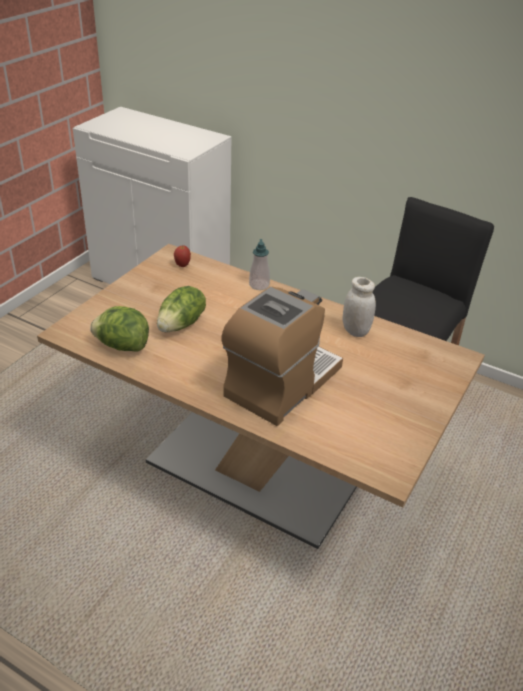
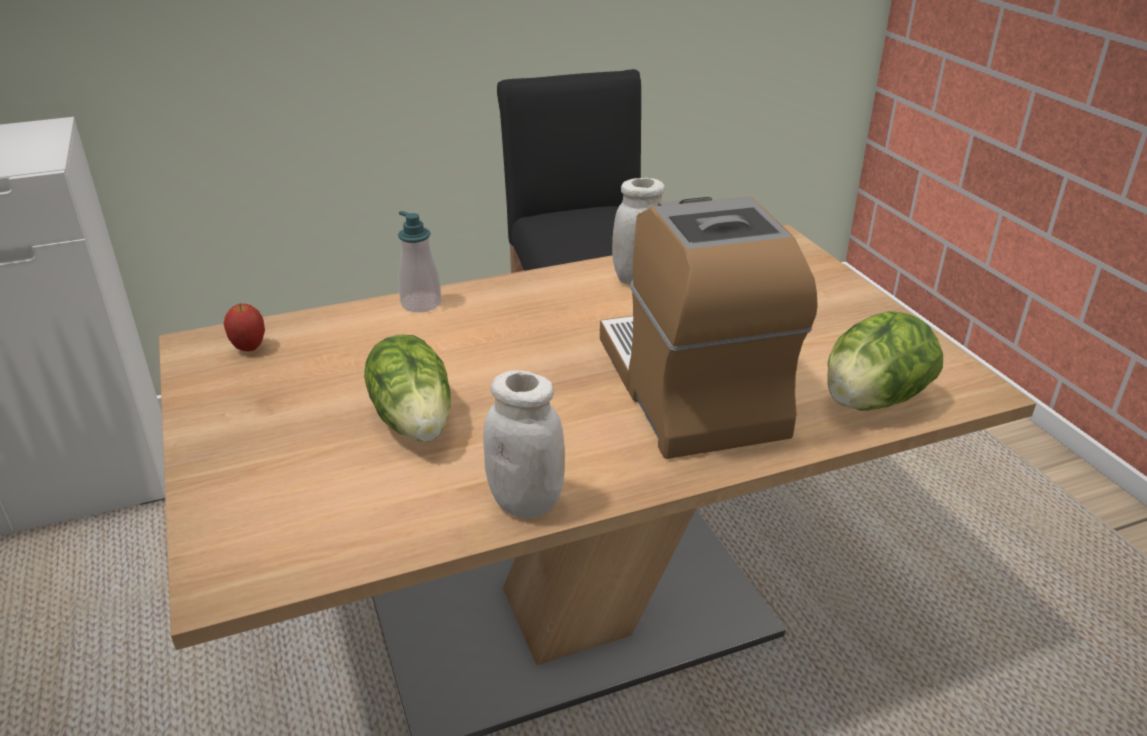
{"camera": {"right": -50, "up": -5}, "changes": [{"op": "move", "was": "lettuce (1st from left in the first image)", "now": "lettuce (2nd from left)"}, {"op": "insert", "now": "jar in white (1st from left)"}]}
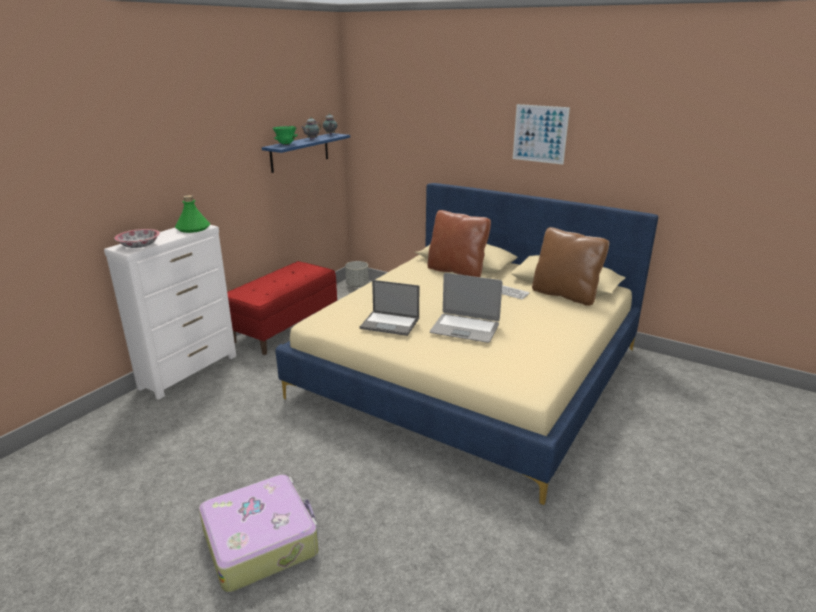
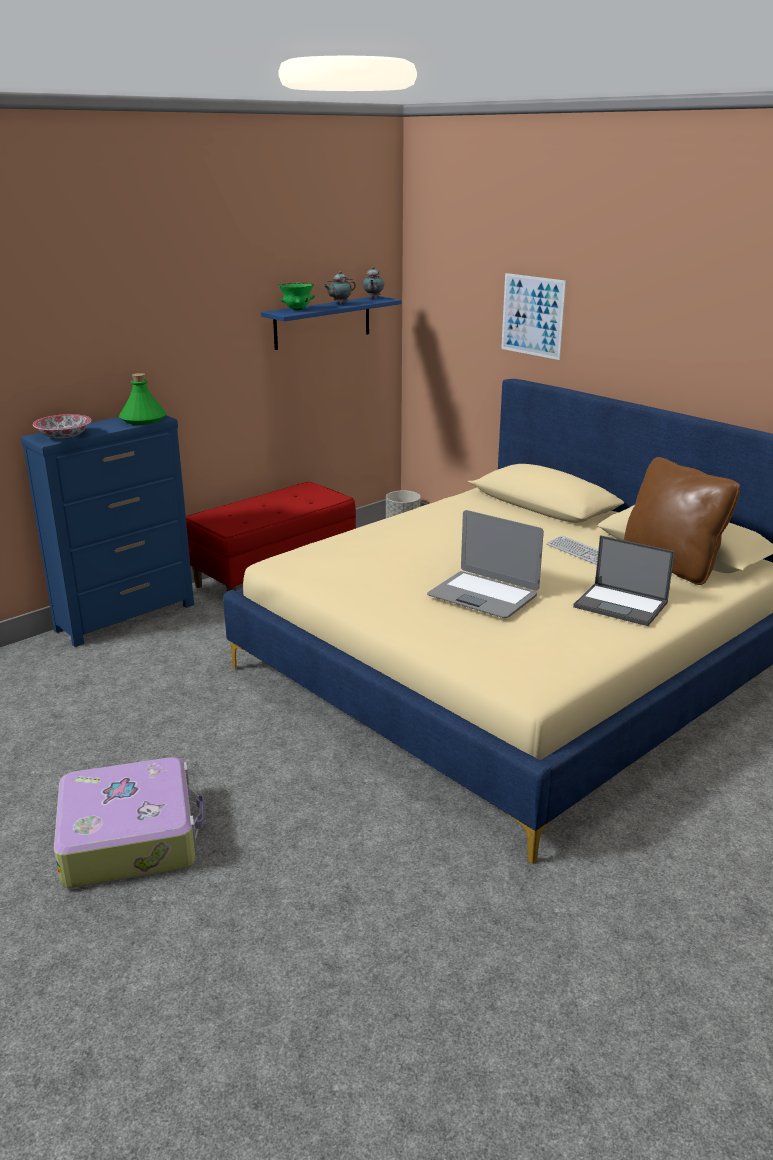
{"camera": {"right": 15, "up": 0}, "changes": [{"op": "recolor", "was": "dresser in white", "now": "dresser in blue"}, {"op": "move", "was": "laptop (1st from left in the first image)", "now": "laptop (2nd from left)"}, {"op": "delete", "was": "pillow in brown (1st from left)"}, {"op": "move", "was": "picture"}]}
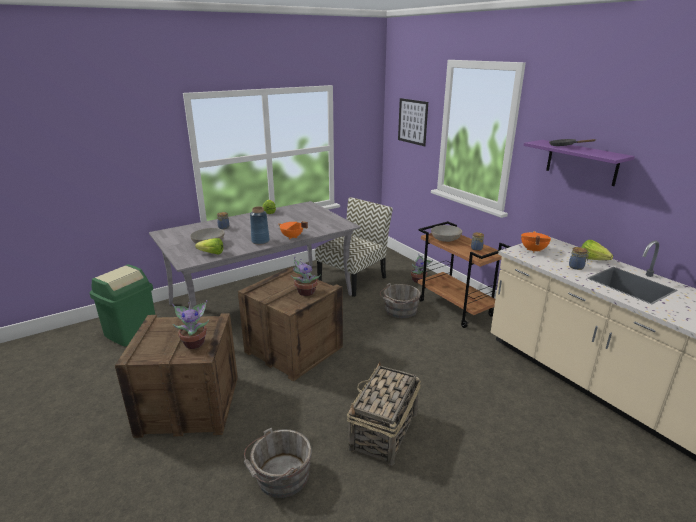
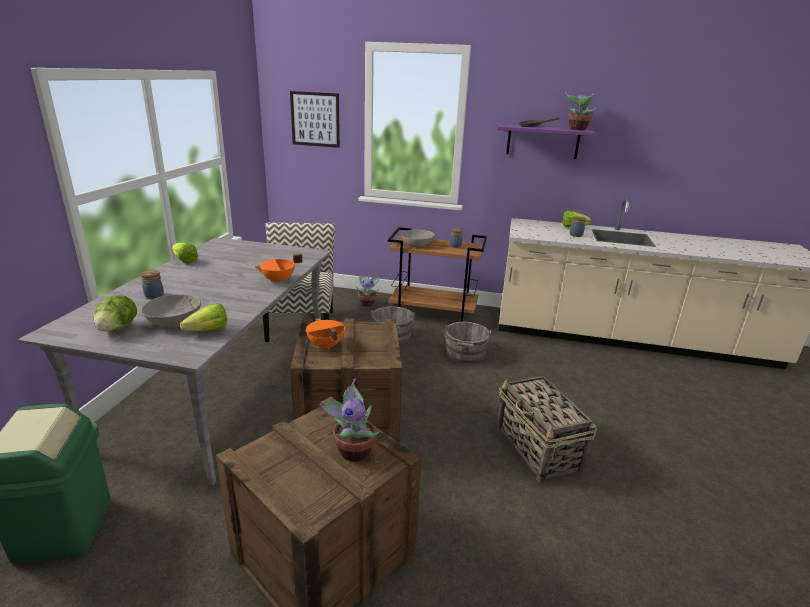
{"camera": {"right": -45, "up": 0}, "changes": [{"op": "move", "was": "bucket in grey (1st from left in the first image)", "now": "bucket in grey (2nd from left)"}, {"op": "delete", "was": "vase in blue"}, {"op": "move", "was": "potted plant (2nd from left in the first image)", "now": "potted plant (3rd from left)"}, {"op": "move", "was": "cooking pot in orange (2nd from left)"}, {"op": "insert", "now": "lettuce (1st from left)"}]}
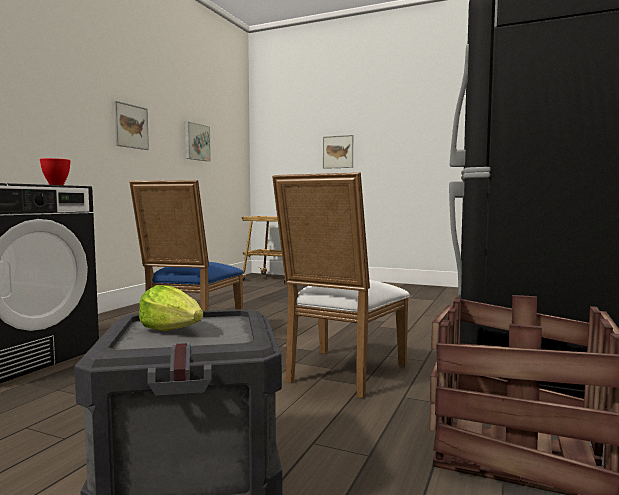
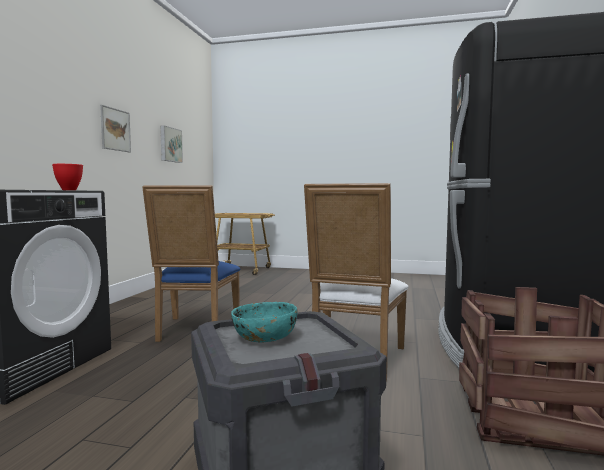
{"camera": {"right": -10, "up": 0}, "changes": [{"op": "replace", "was": "lettuce", "now": "bowl in turquoise"}, {"op": "delete", "was": "picture (3rd from left)"}]}
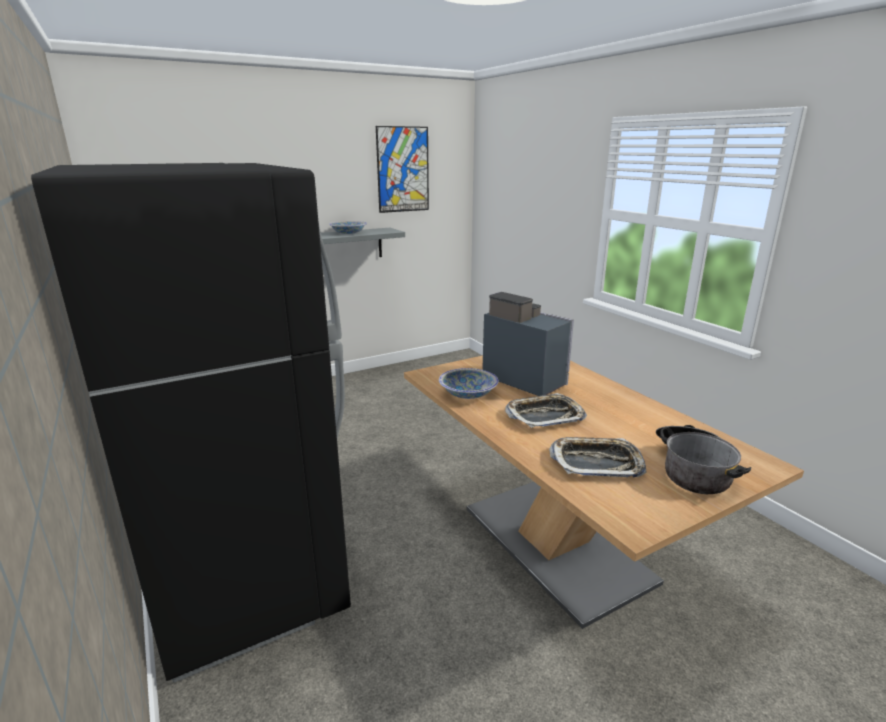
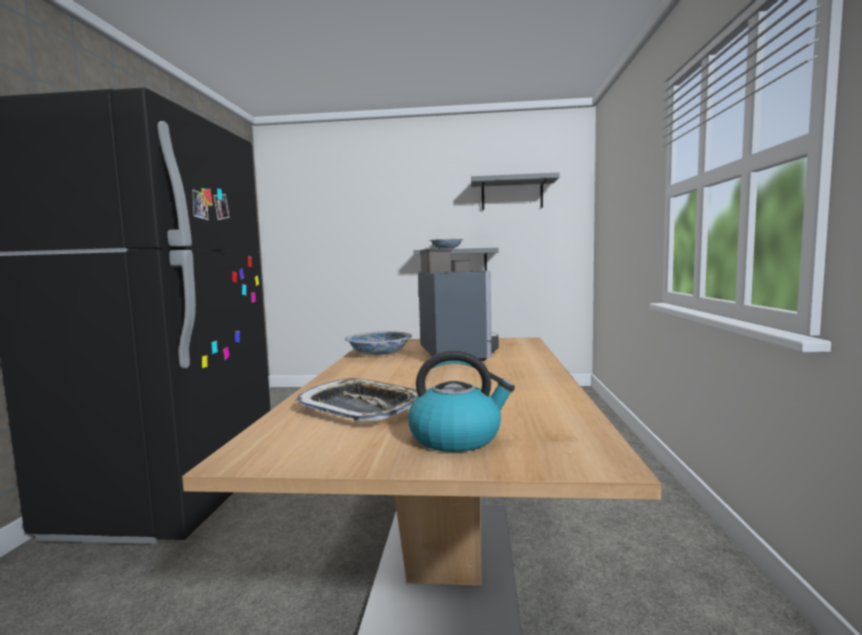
{"camera": {"right": 35, "up": -15}, "changes": [{"op": "replace", "was": "picture", "now": "shelf in grey (2nd from left)"}, {"op": "delete", "was": "tray (1st from left)"}, {"op": "replace", "was": "cooking pot", "now": "kettle"}]}
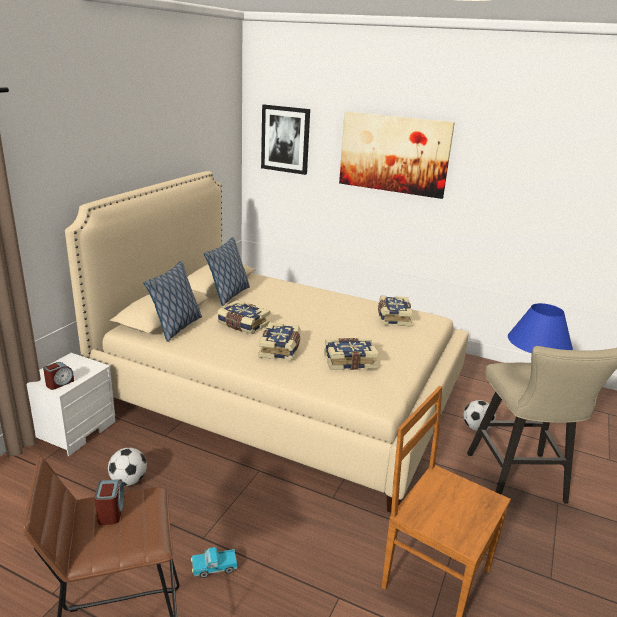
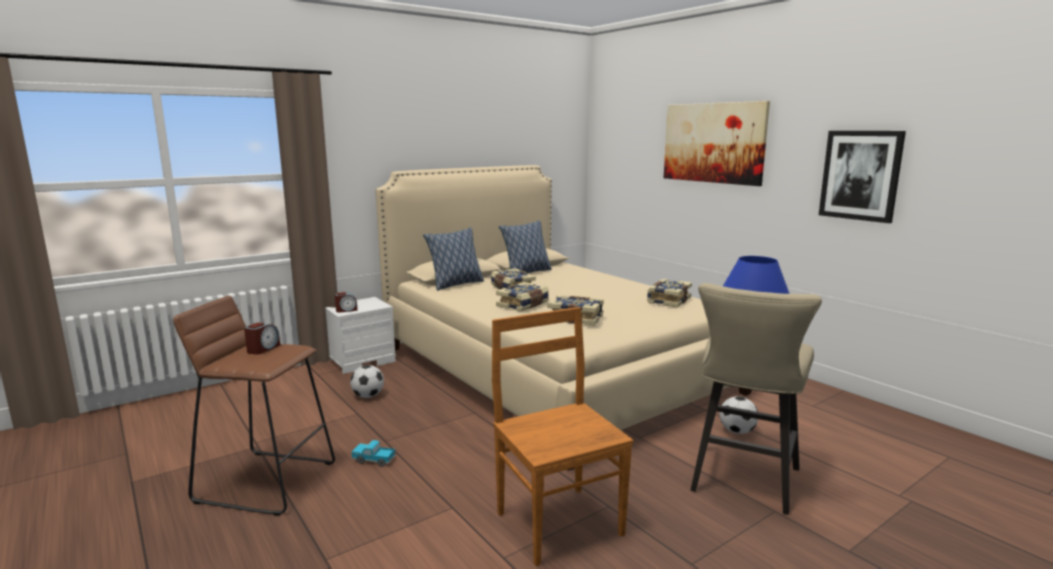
{"camera": {"right": 30, "up": -10}, "changes": [{"op": "move", "was": "picture (1st from left in the first image)", "now": "picture (2nd from left)"}]}
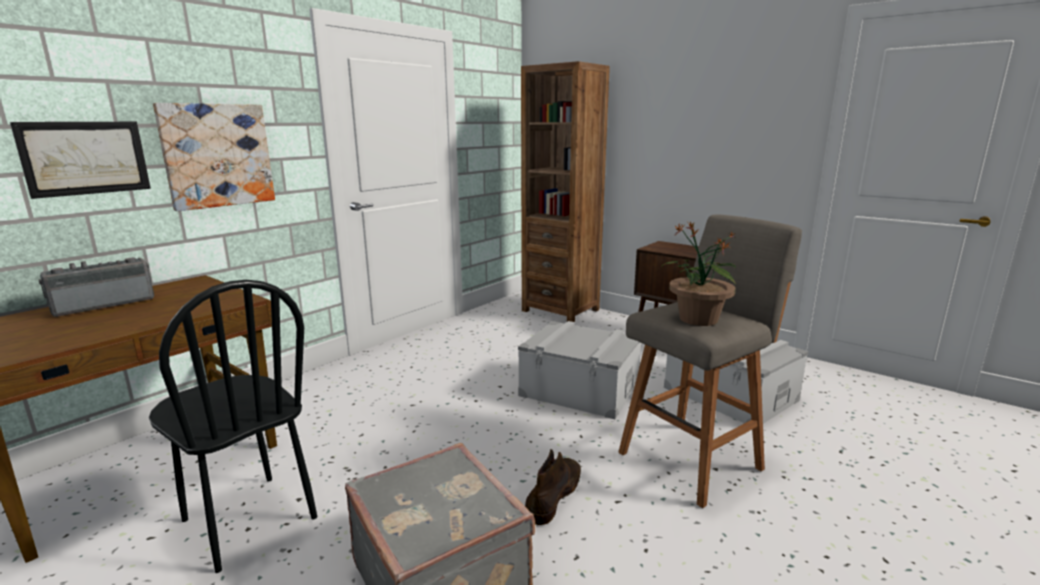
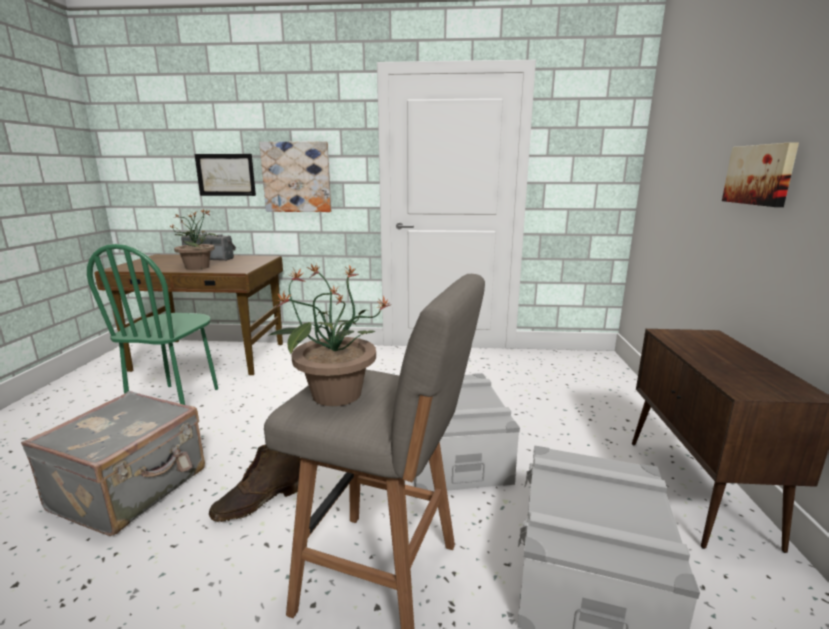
{"camera": {"right": 55, "up": 0}, "changes": [{"op": "recolor", "was": "chair in black", "now": "chair in green"}, {"op": "delete", "was": "bookcase in brown"}, {"op": "rotate", "was": "boot in brown", "clockwise": 150}, {"op": "insert", "now": "potted plant (1st from left)"}, {"op": "insert", "now": "picture (3rd from left)"}]}
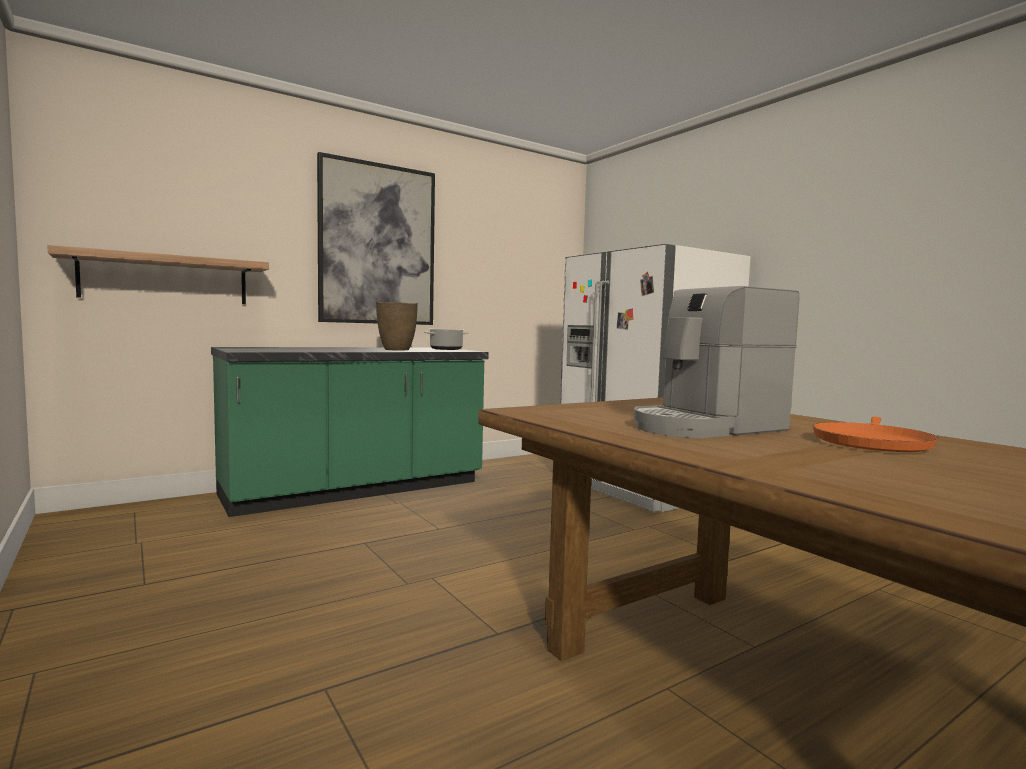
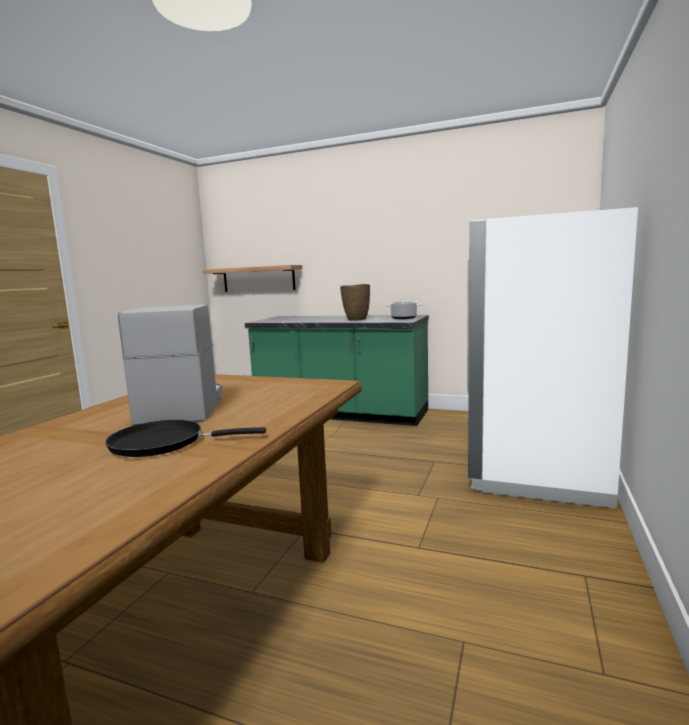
{"camera": {"right": 55, "up": 5}, "changes": [{"op": "delete", "was": "picture"}, {"op": "rotate", "was": "coffee machine", "clockwise": 60}, {"op": "recolor", "was": "frying pan in orange", "now": "frying pan in black"}]}
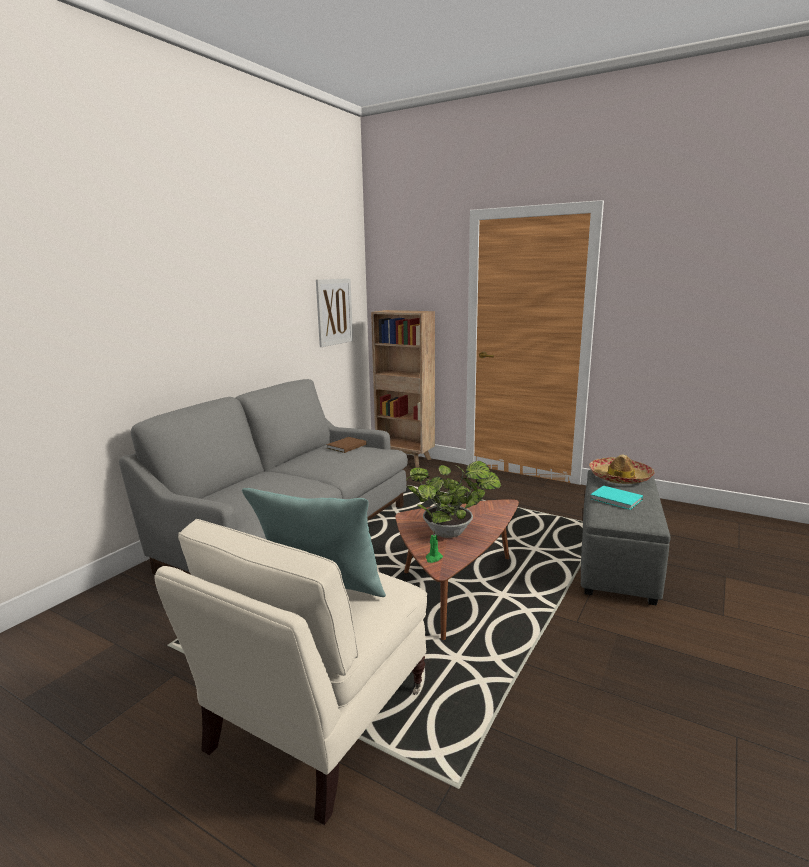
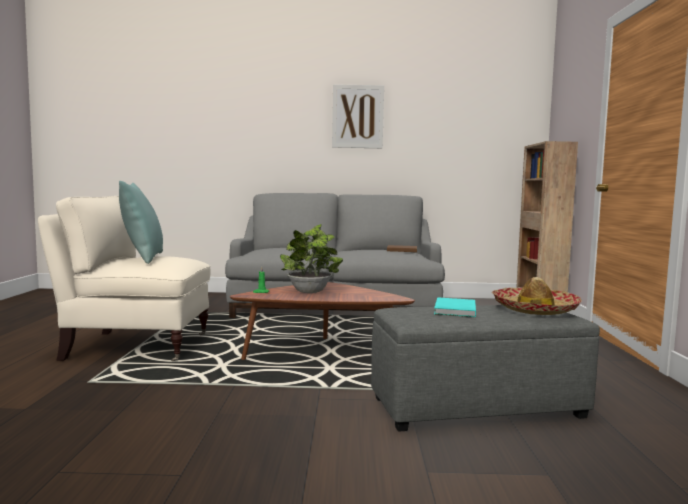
{"camera": {"right": 60, "up": -10}, "changes": [{"op": "move", "was": "picture"}]}
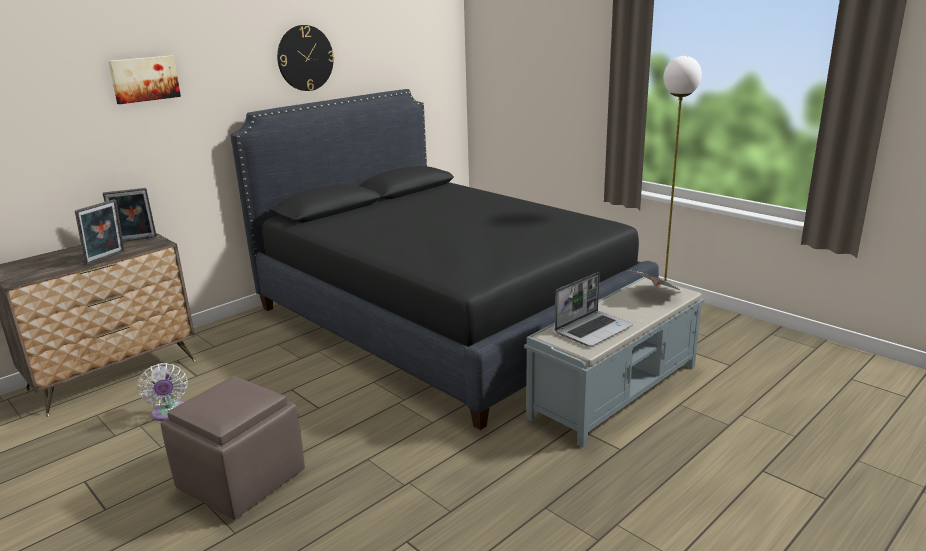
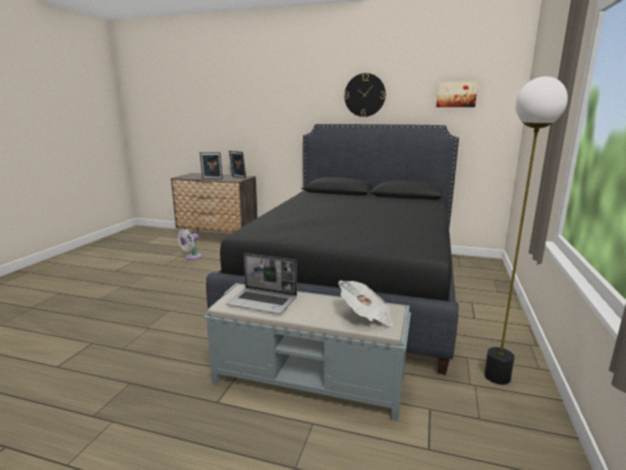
{"camera": {"right": 60, "up": -5}, "changes": [{"op": "move", "was": "picture"}, {"op": "delete", "was": "ottoman in brown"}]}
